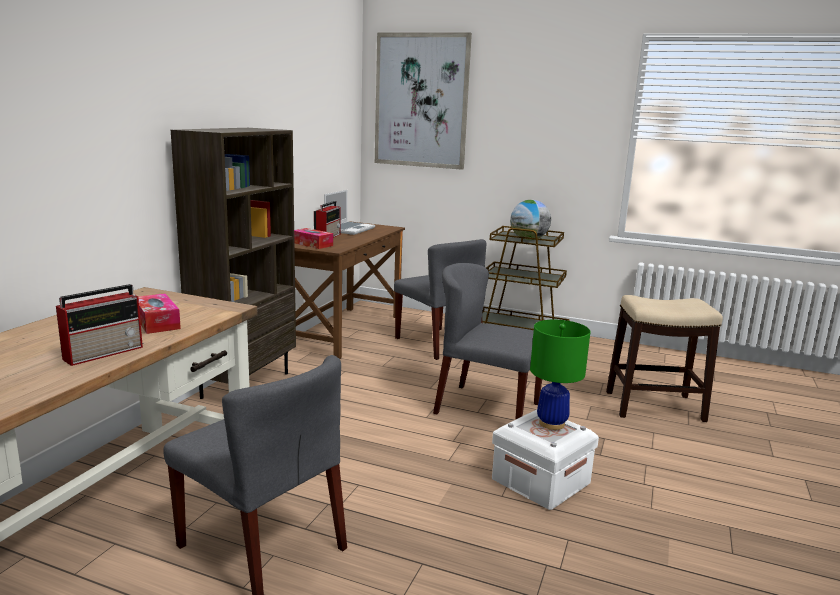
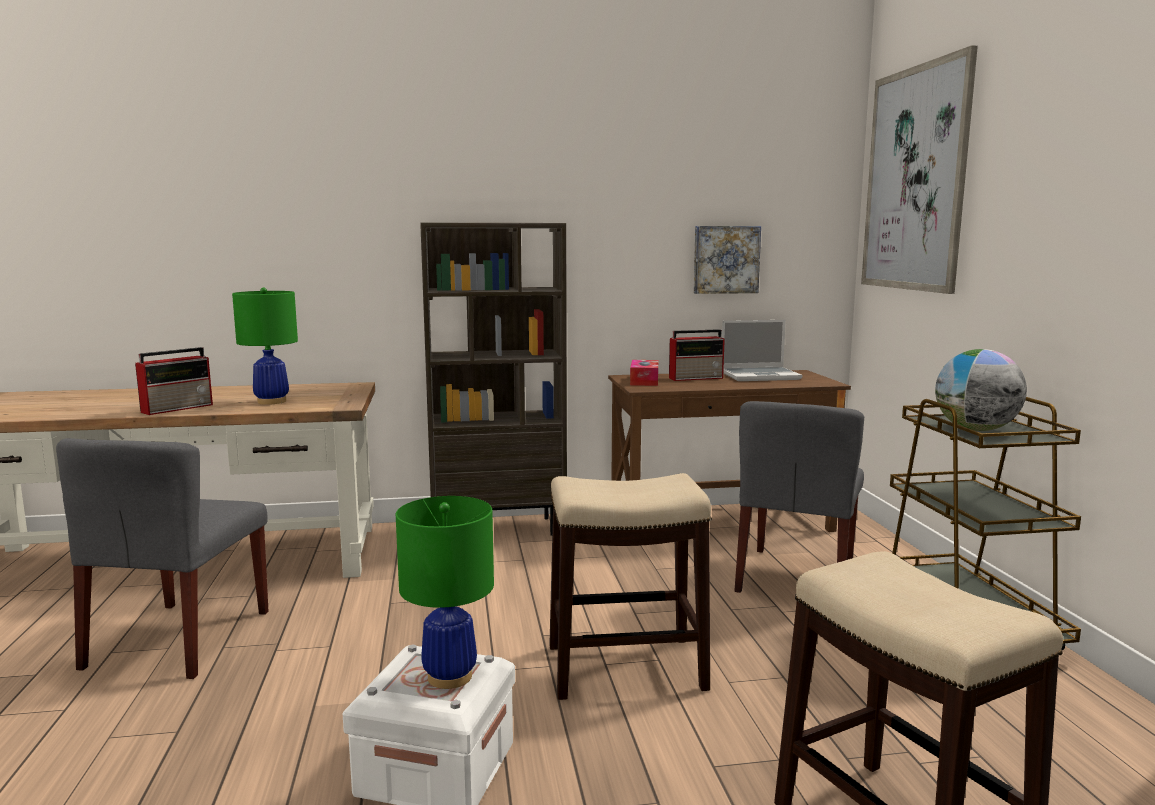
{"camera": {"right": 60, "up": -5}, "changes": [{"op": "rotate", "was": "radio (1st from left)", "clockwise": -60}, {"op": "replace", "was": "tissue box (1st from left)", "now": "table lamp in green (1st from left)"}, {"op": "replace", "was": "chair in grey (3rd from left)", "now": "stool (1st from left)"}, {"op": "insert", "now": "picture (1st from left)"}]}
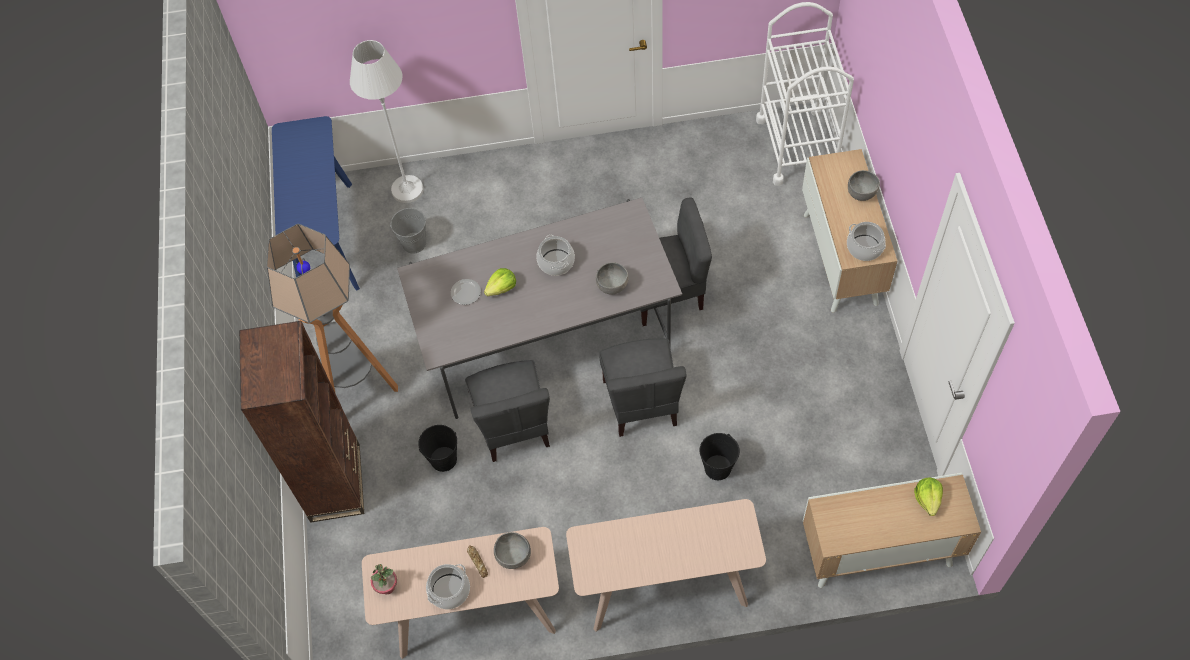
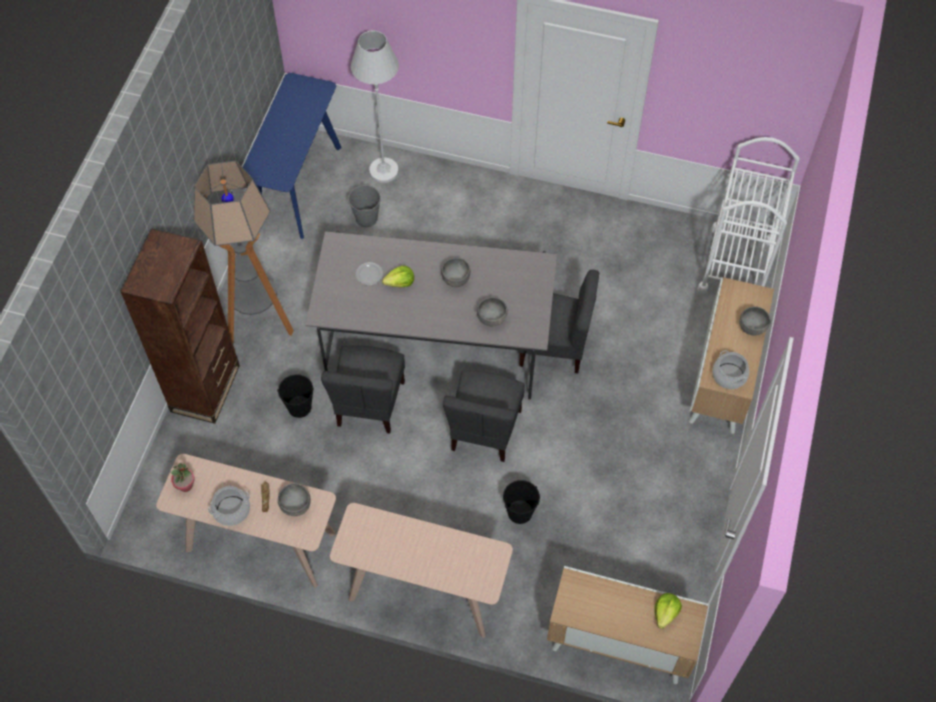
{"camera": {"right": 20, "up": 0}, "changes": [{"op": "replace", "was": "cooking pot (2nd from left)", "now": "bowl in grey (2nd from left)"}]}
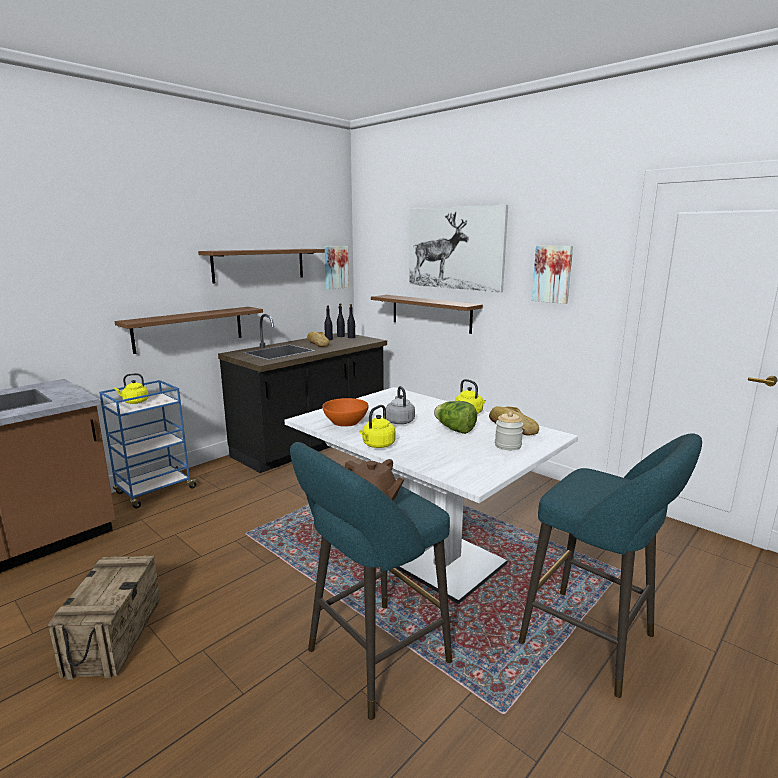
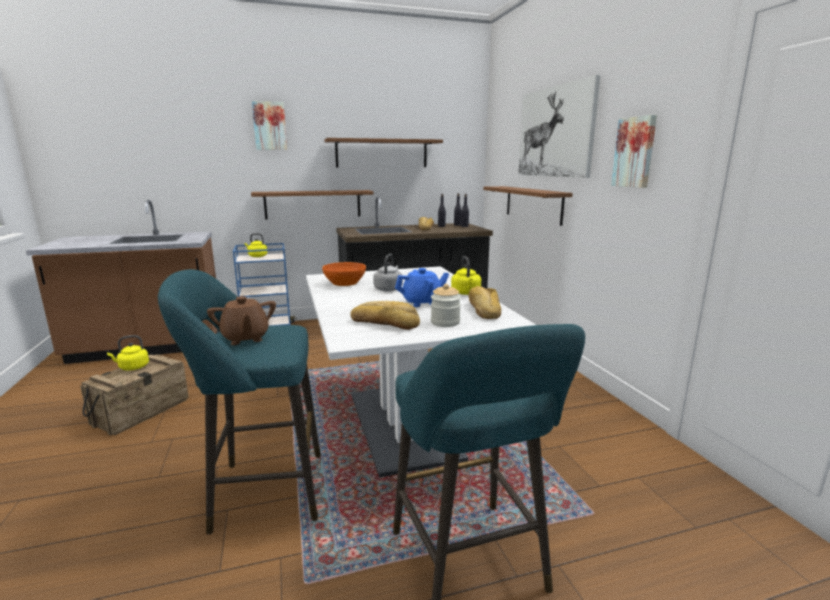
{"camera": {"right": 30, "up": 0}, "changes": [{"op": "move", "was": "picture (1st from left)"}, {"op": "move", "was": "kettle in yellow (2nd from left in the first image)", "now": "kettle in yellow (1st from left)"}, {"op": "replace", "was": "lettuce", "now": "teapot in blue"}, {"op": "insert", "now": "bread (1st from left)"}]}
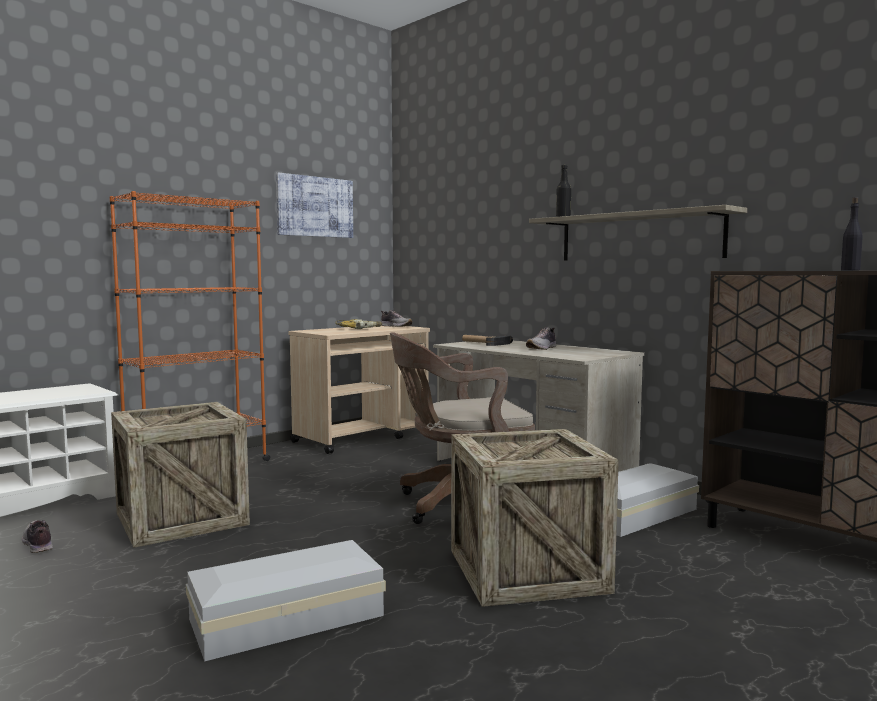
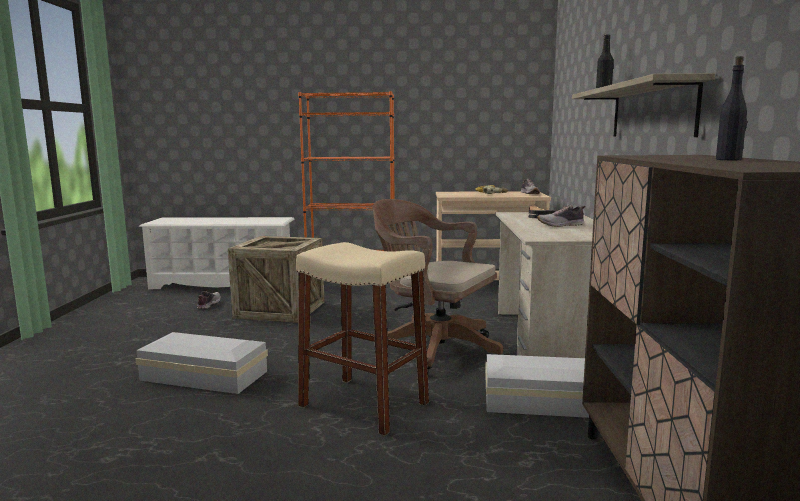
{"camera": {"right": 45, "up": 5}, "changes": [{"op": "delete", "was": "picture"}, {"op": "replace", "was": "crate (2nd from left)", "now": "stool in beige"}]}
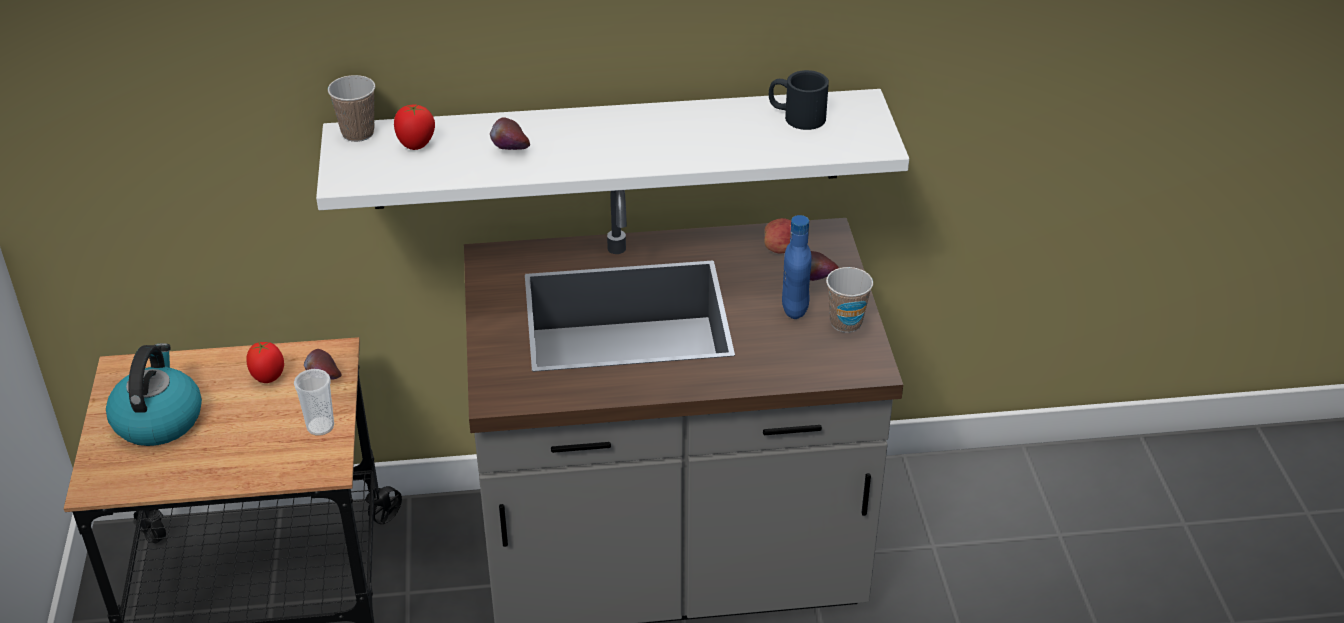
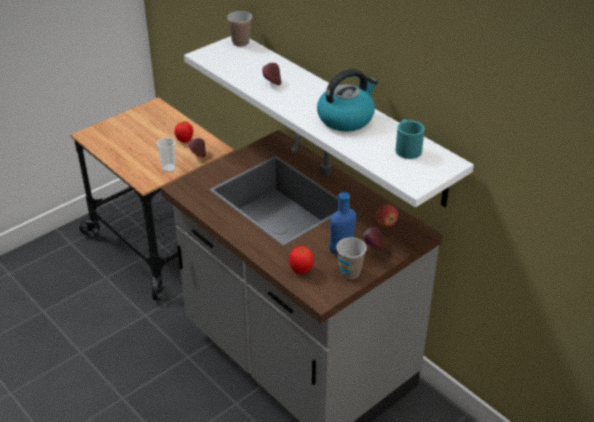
{"camera": {"right": 55, "up": 0}, "changes": [{"op": "move", "was": "kettle"}, {"op": "move", "was": "tomato (2nd from left)"}, {"op": "recolor", "was": "mug in black", "now": "mug in turquoise"}]}
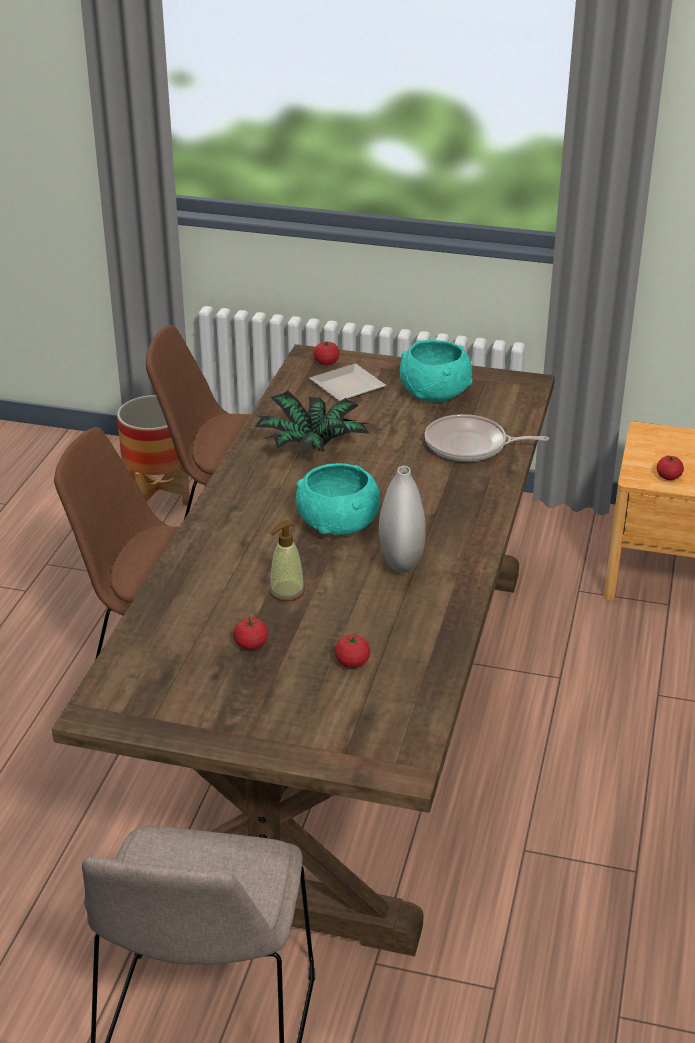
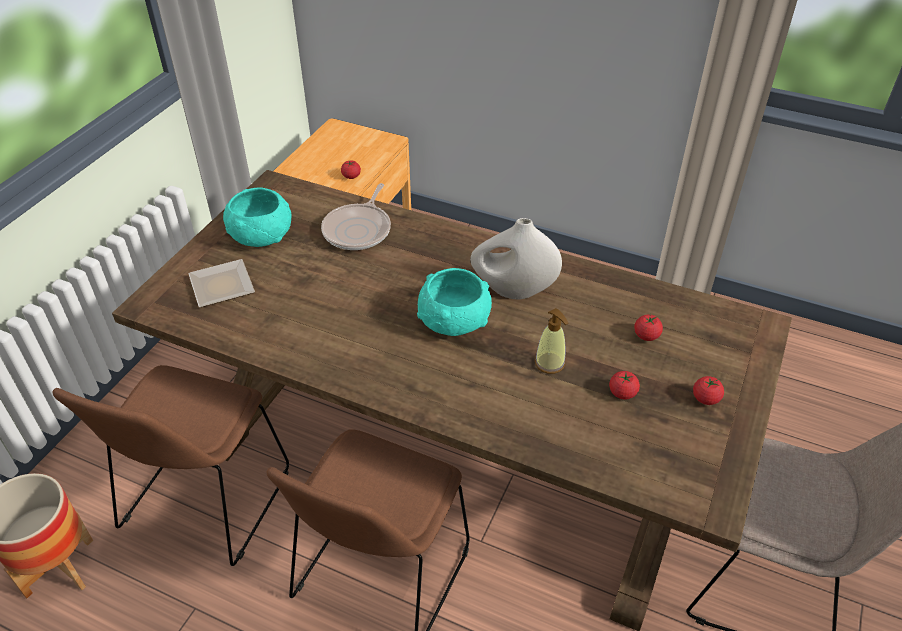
{"camera": {"right": -80, "up": 10}, "changes": [{"op": "delete", "was": "potted plant"}, {"op": "move", "was": "tomato (2nd from left in the first image)", "now": "tomato (4th from left)"}]}
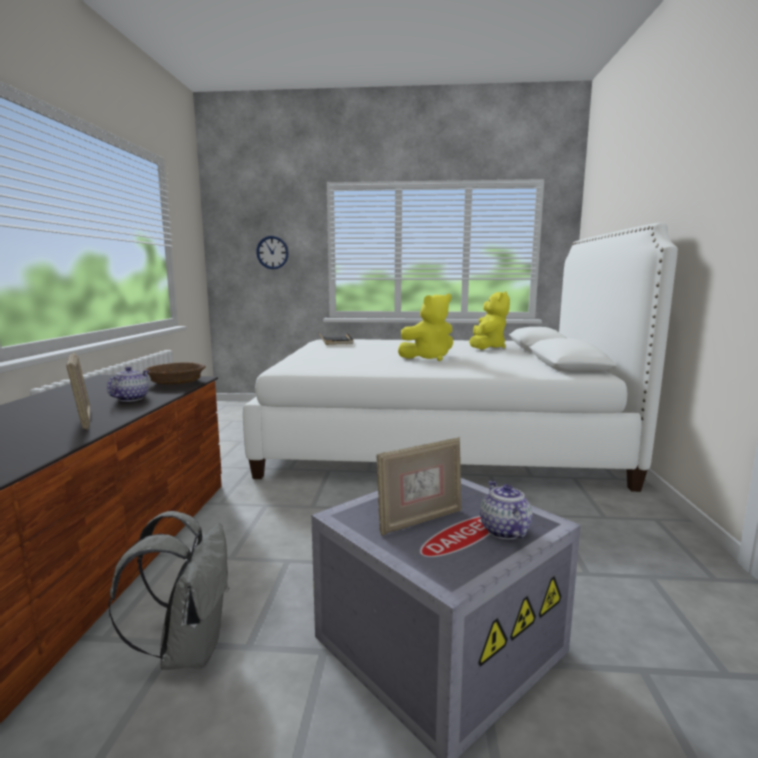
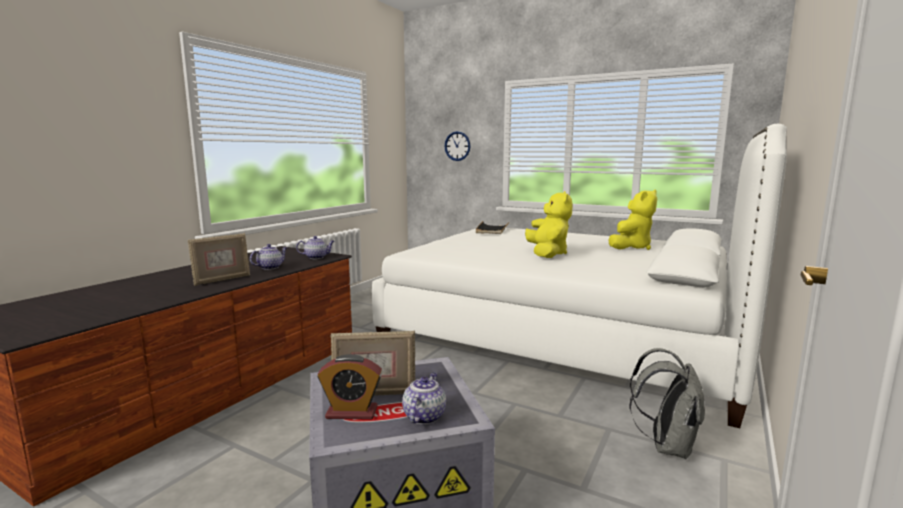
{"camera": {"right": 25, "up": 0}, "changes": [{"op": "rotate", "was": "picture frame (1st from left)", "clockwise": 45}, {"op": "move", "was": "backpack in grey"}, {"op": "replace", "was": "bowl in brown", "now": "teapot (2nd from left)"}, {"op": "rotate", "was": "plush toy in yellow (1st from left)", "clockwise": -90}, {"op": "insert", "now": "alarm clock"}]}
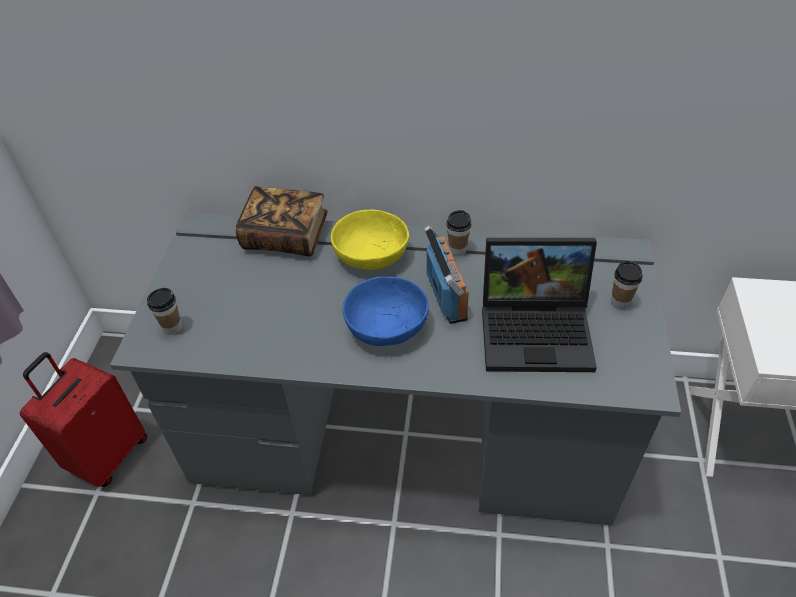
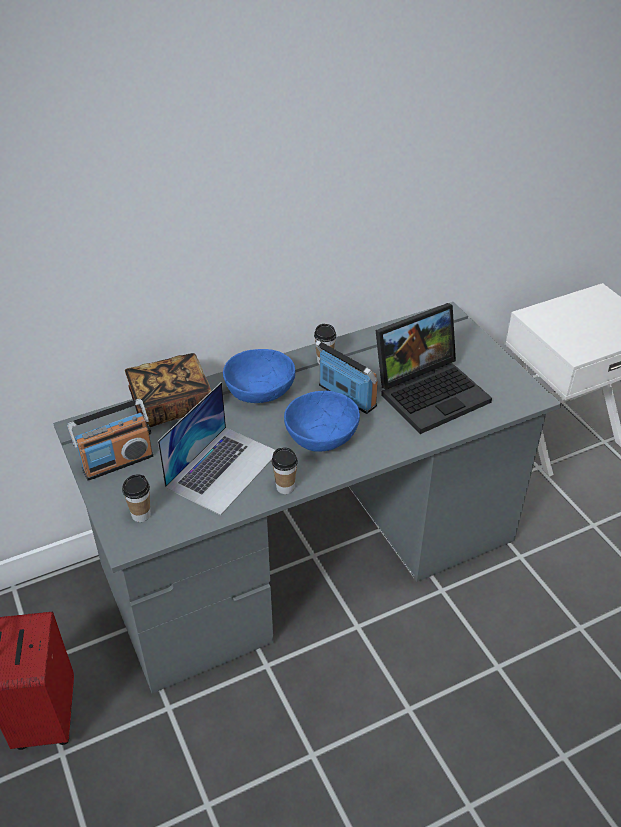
{"camera": {"right": -35, "up": -5}, "changes": [{"op": "recolor", "was": "bowl in yellow", "now": "bowl in blue (1st from left)"}, {"op": "move", "was": "cup (3rd from left in the first image)", "now": "cup (2nd from left)"}, {"op": "insert", "now": "radio (1st from left)"}, {"op": "insert", "now": "laptop (1st from left)"}]}
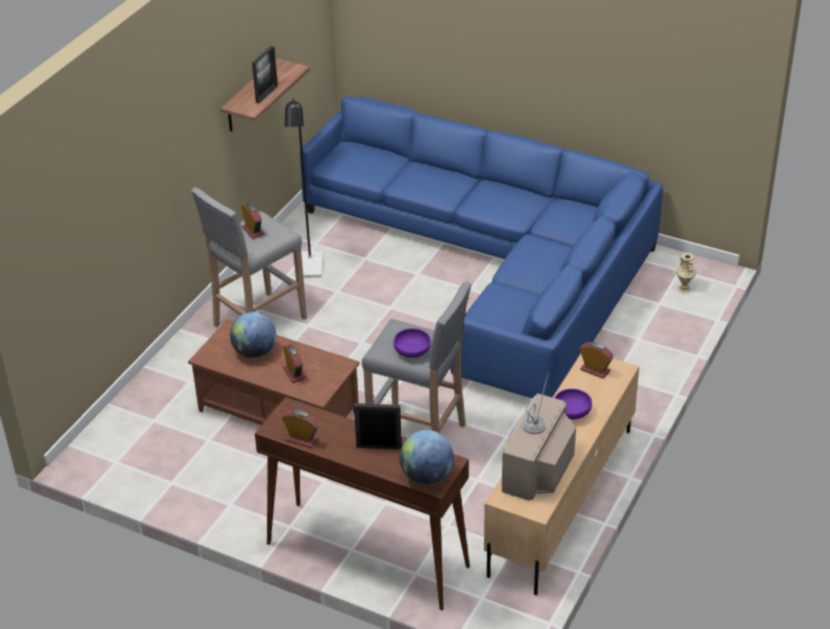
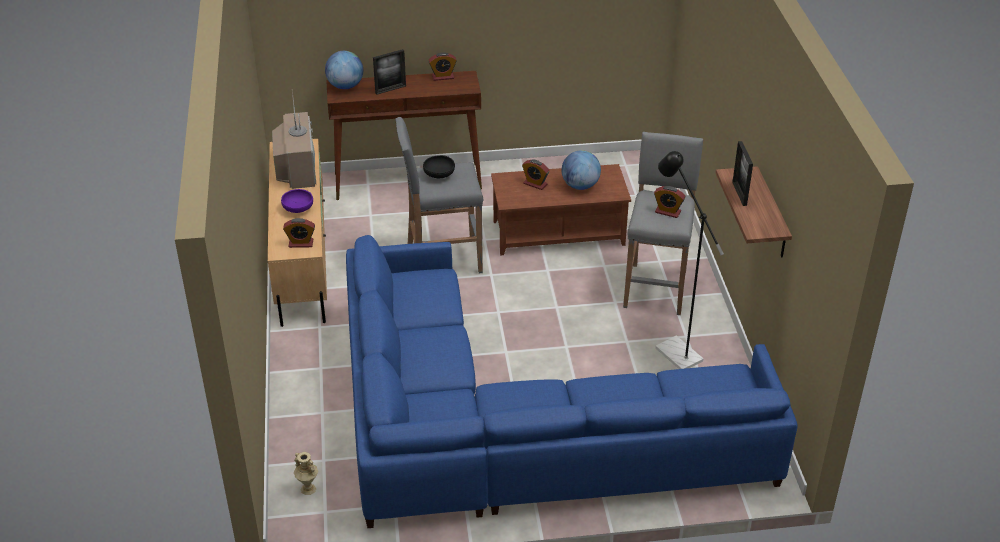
{"camera": {"right": 145, "up": 0}, "changes": [{"op": "recolor", "was": "bowl in purple (1st from left)", "now": "bowl in black"}]}
